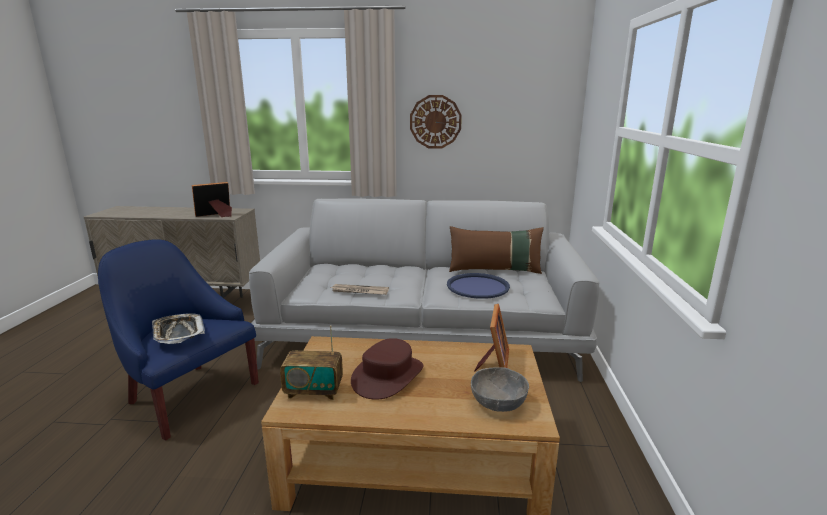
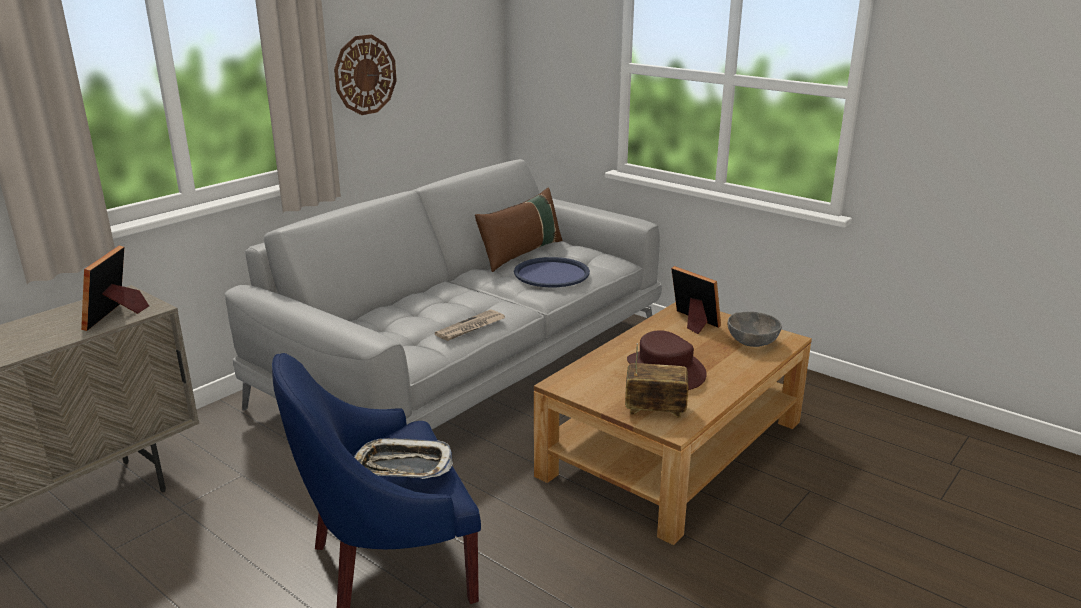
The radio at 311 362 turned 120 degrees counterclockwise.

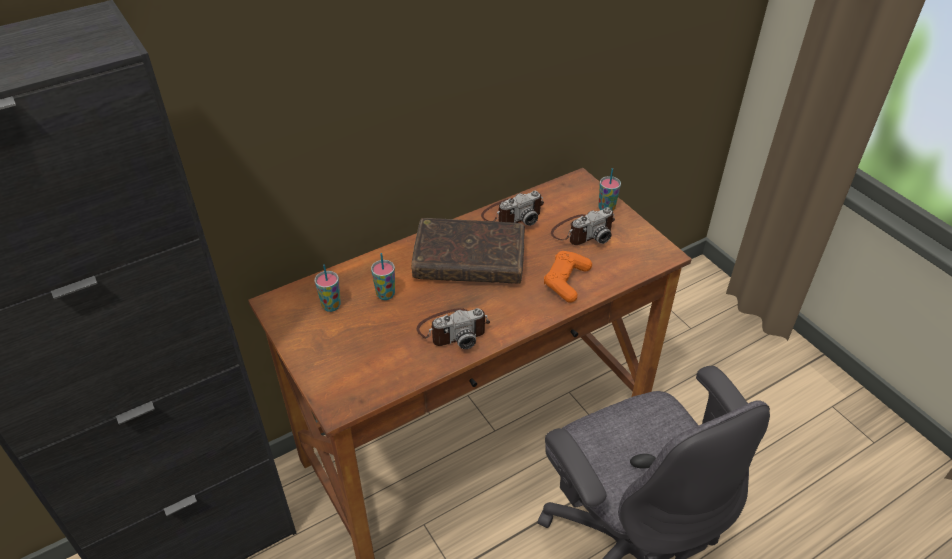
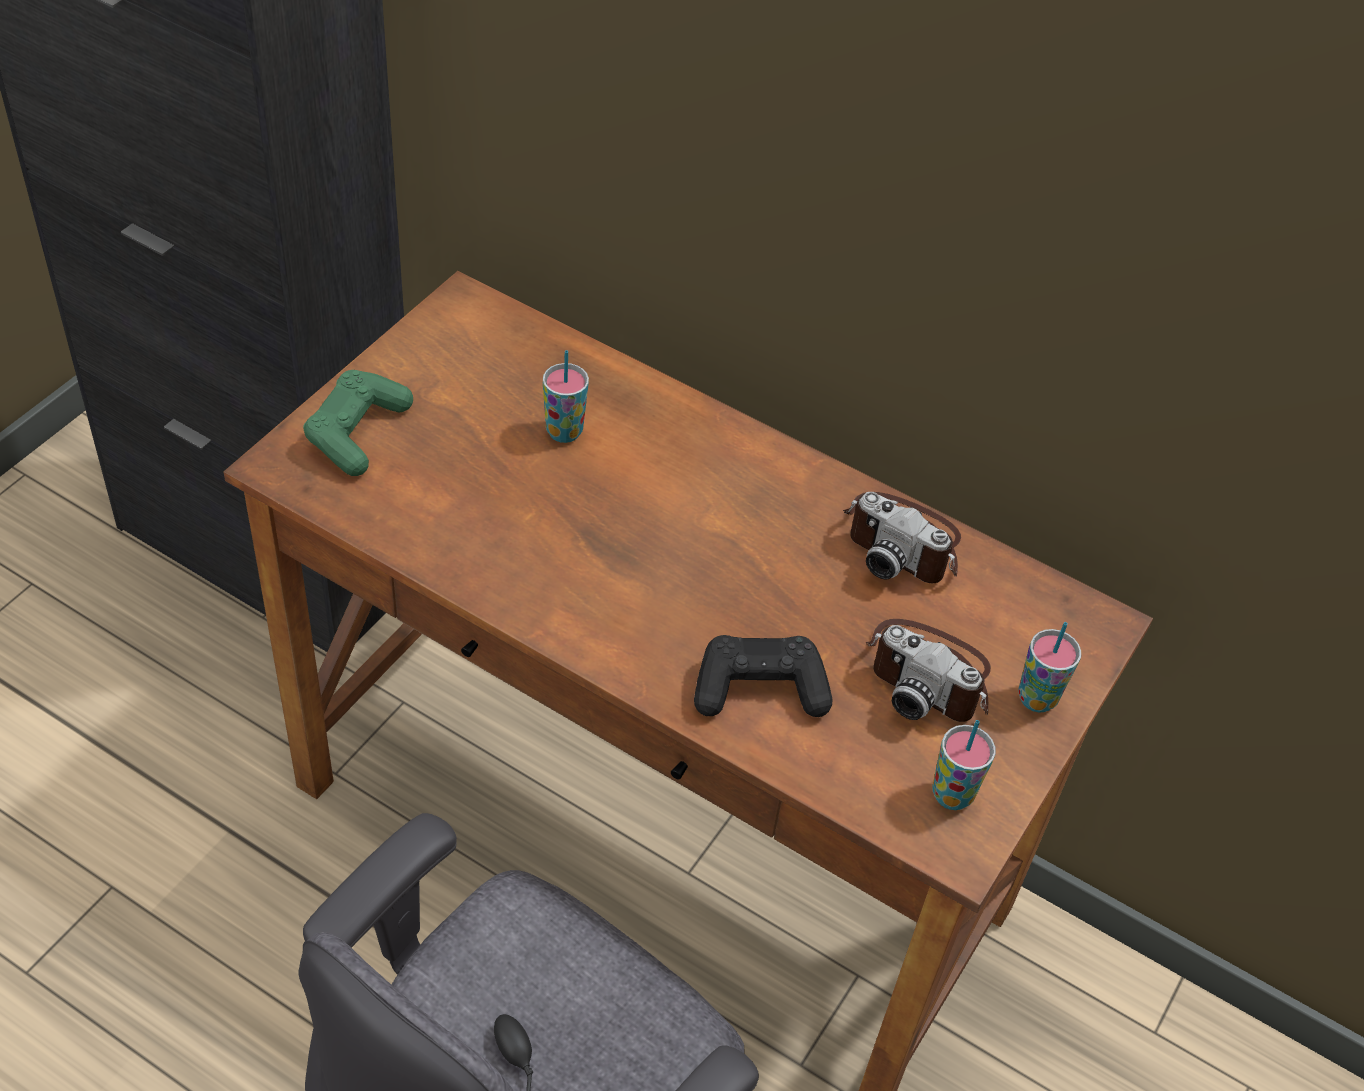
The volume (brownish) at 468 251 disappeared. The photo camera at 453 328 disappeared. The gamepad (greenish) at 358 423 appeared. The cup moved from 328 288 to 964 765. The gamepad (orangey) at 568 276 became the gamepad (black) at 763 676.

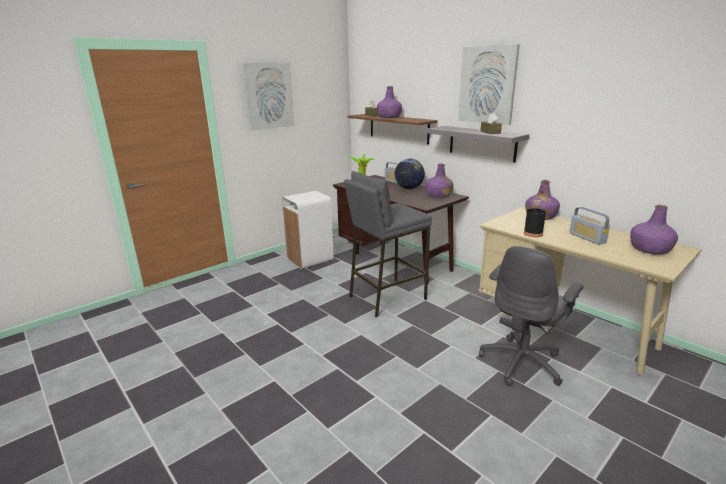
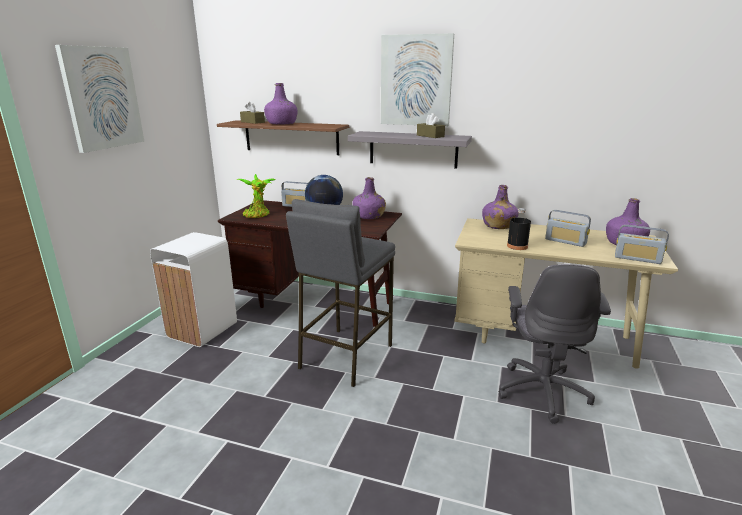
The radio at 642 244 appeared.

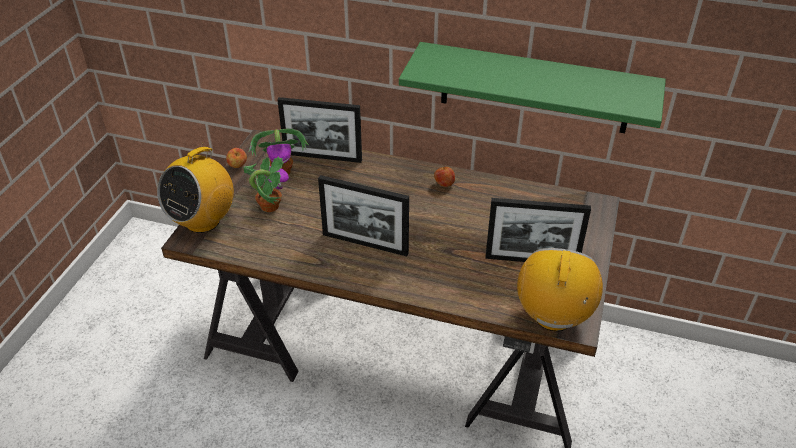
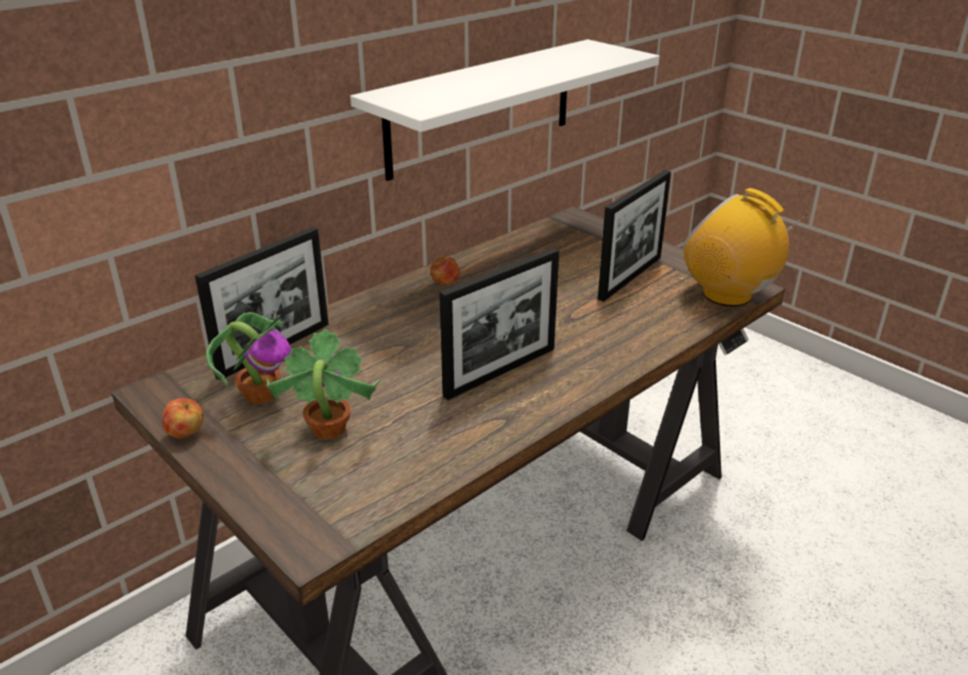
The radio at 195 187 disappeared. The bracket shelf (greenish) at 532 87 became the bracket shelf (white-coloured) at 504 110.

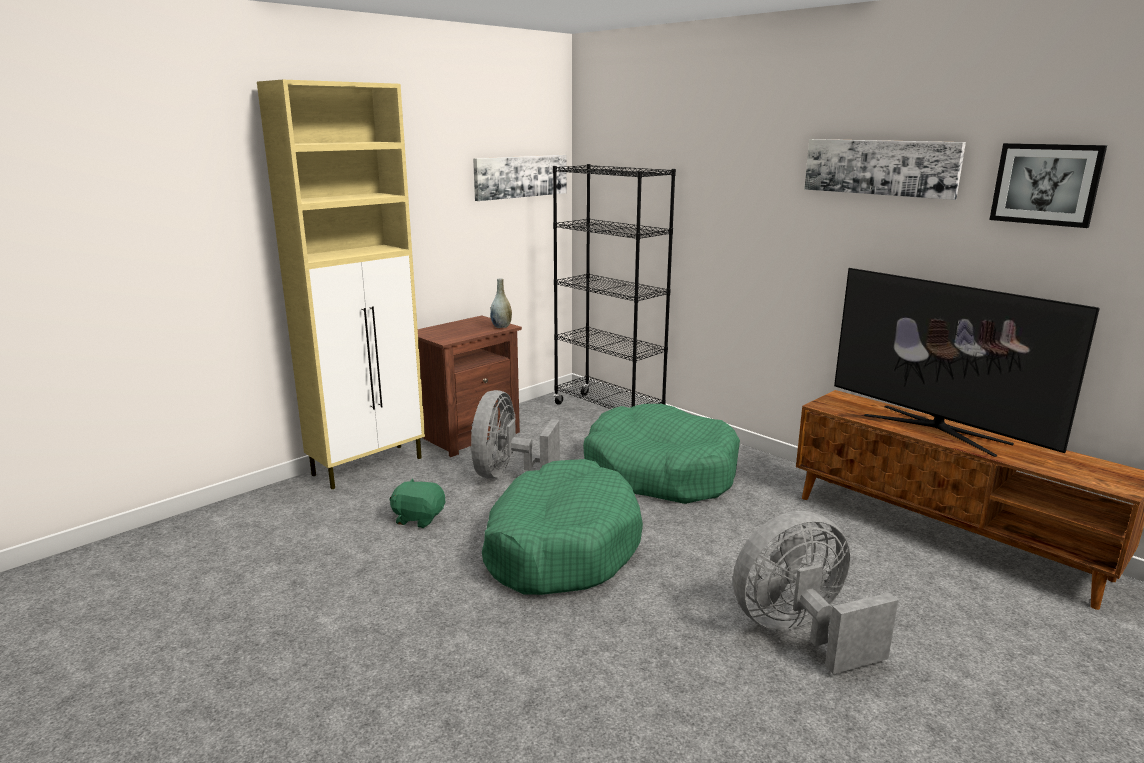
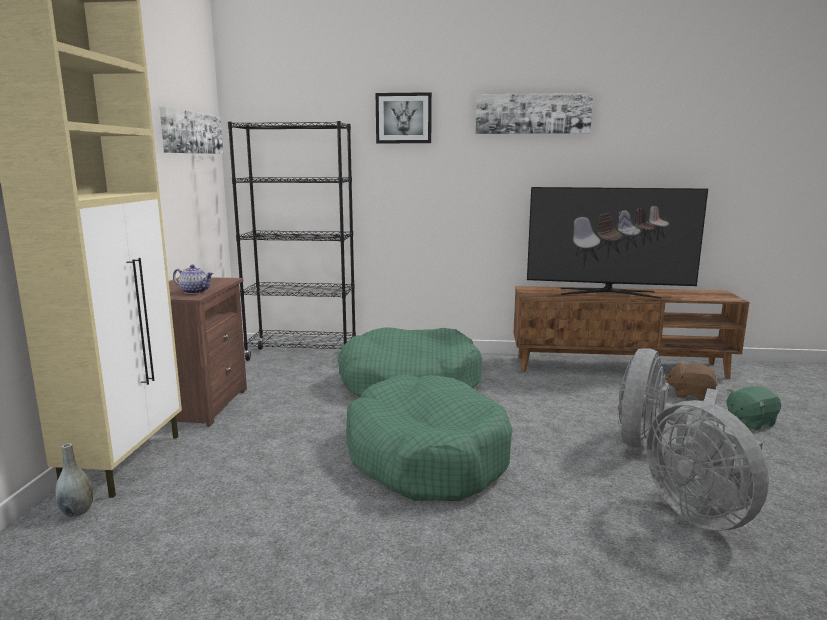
The pot for tea at 193 279 appeared. The cuddly toy (brownish) at 691 381 appeared. The cuddly toy (greenish) moved from 417 503 to 753 408. The cooling fan (greyish) moved from 515 434 to 707 465. The decorative vase (greyish) moved from 501 303 to 74 480. The wall picture moved from 1048 185 to 404 117.

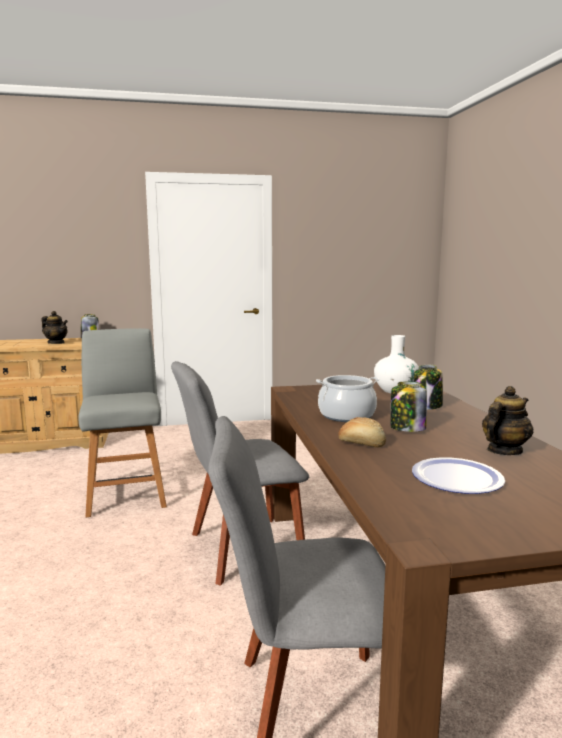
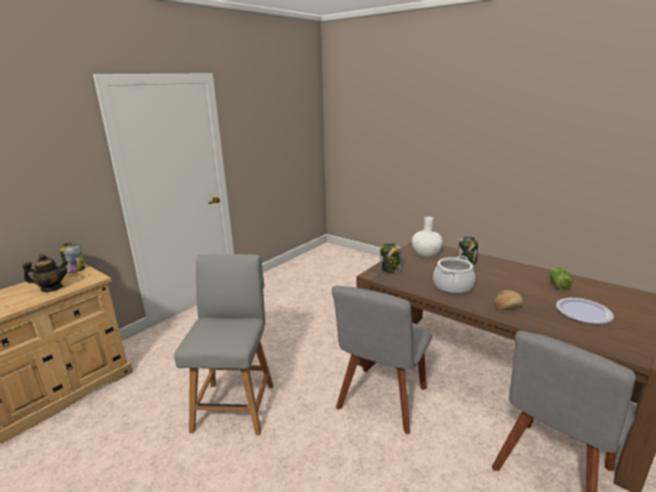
The storage jar moved from 409 407 to 391 258. The pot for tea at 507 420 was replaced by the head of lettuce at 561 278. The plain chair (greyish) at 122 422 turned 60 degrees clockwise.

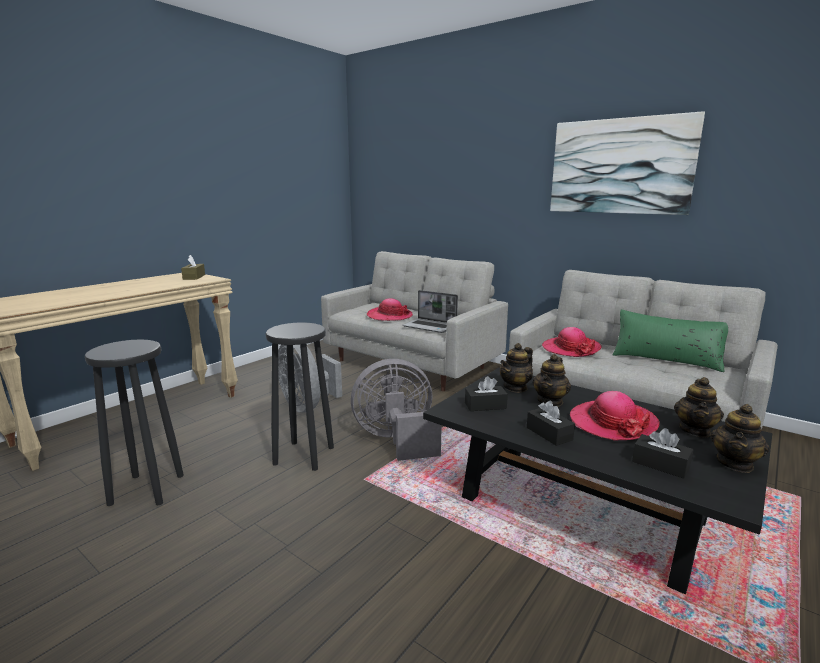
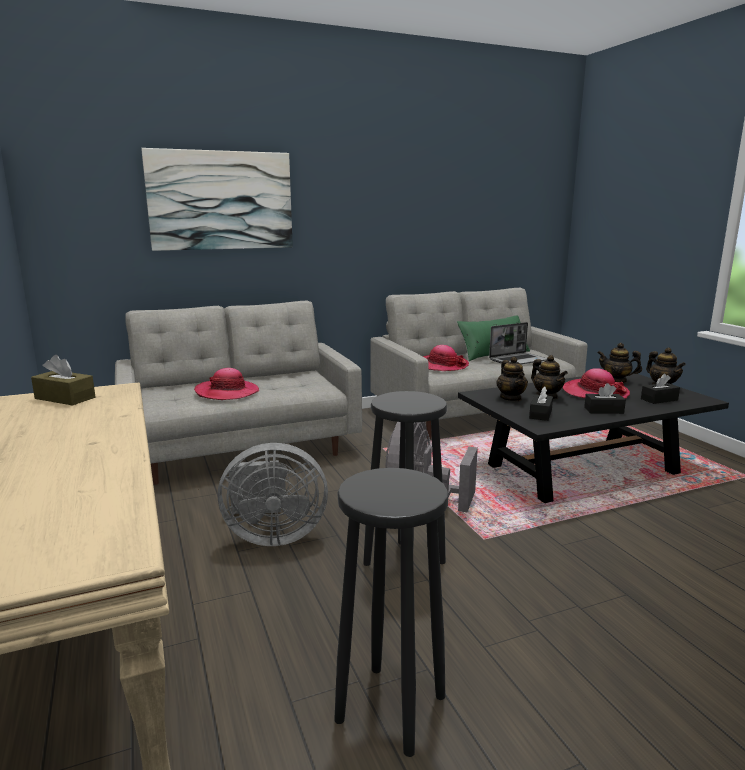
The notebook computer moved from 430 311 to 518 343. The wall picture moved from 627 163 to 217 199. The pot for tea at 699 407 turned 150 degrees clockwise.

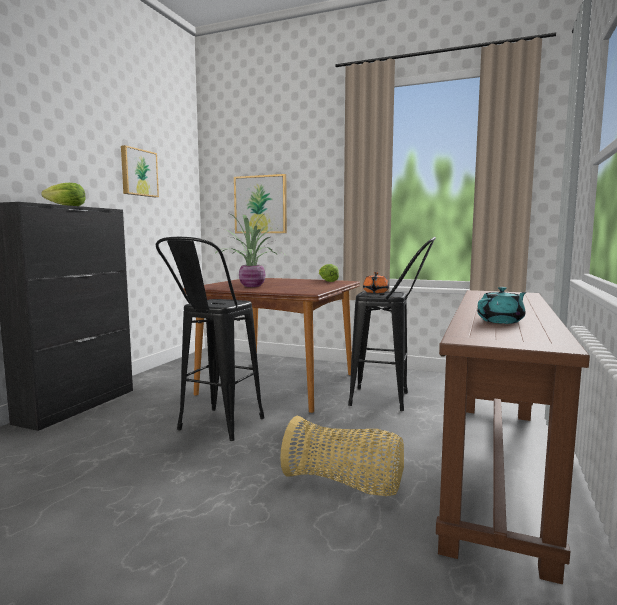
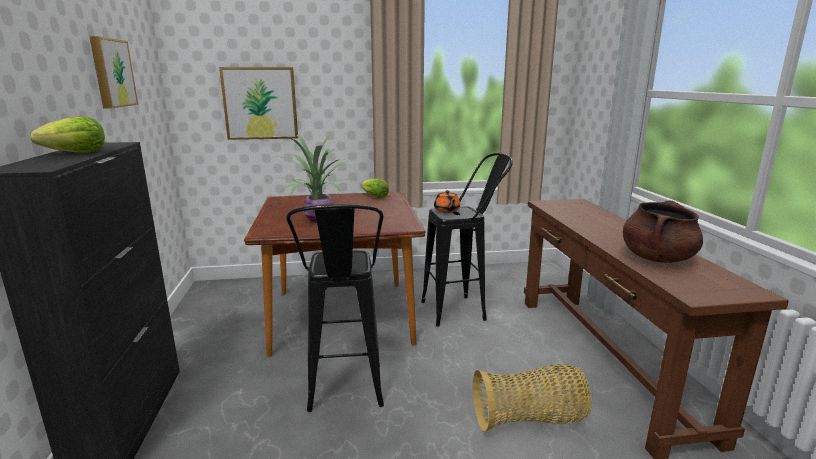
The pot for tea (turquoise-coloured) at 502 305 was replaced by the stockpot (brownish) at 663 232.

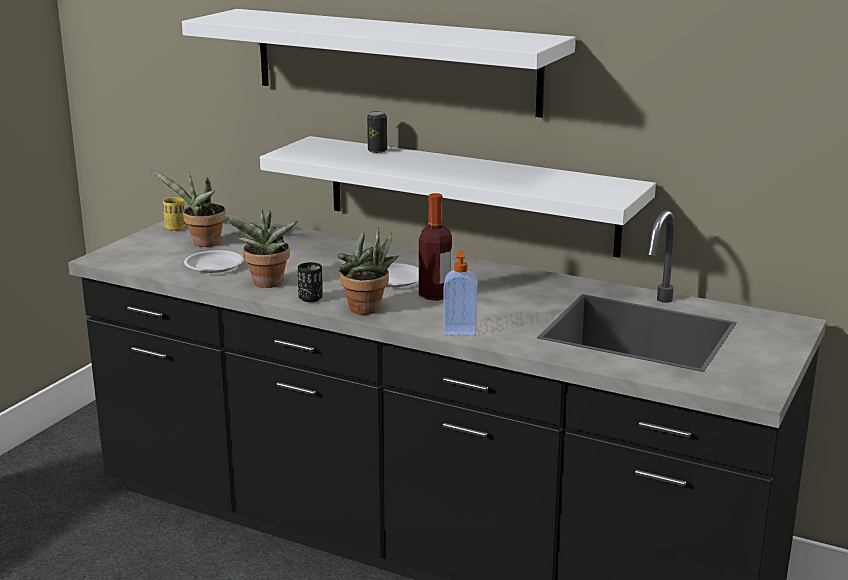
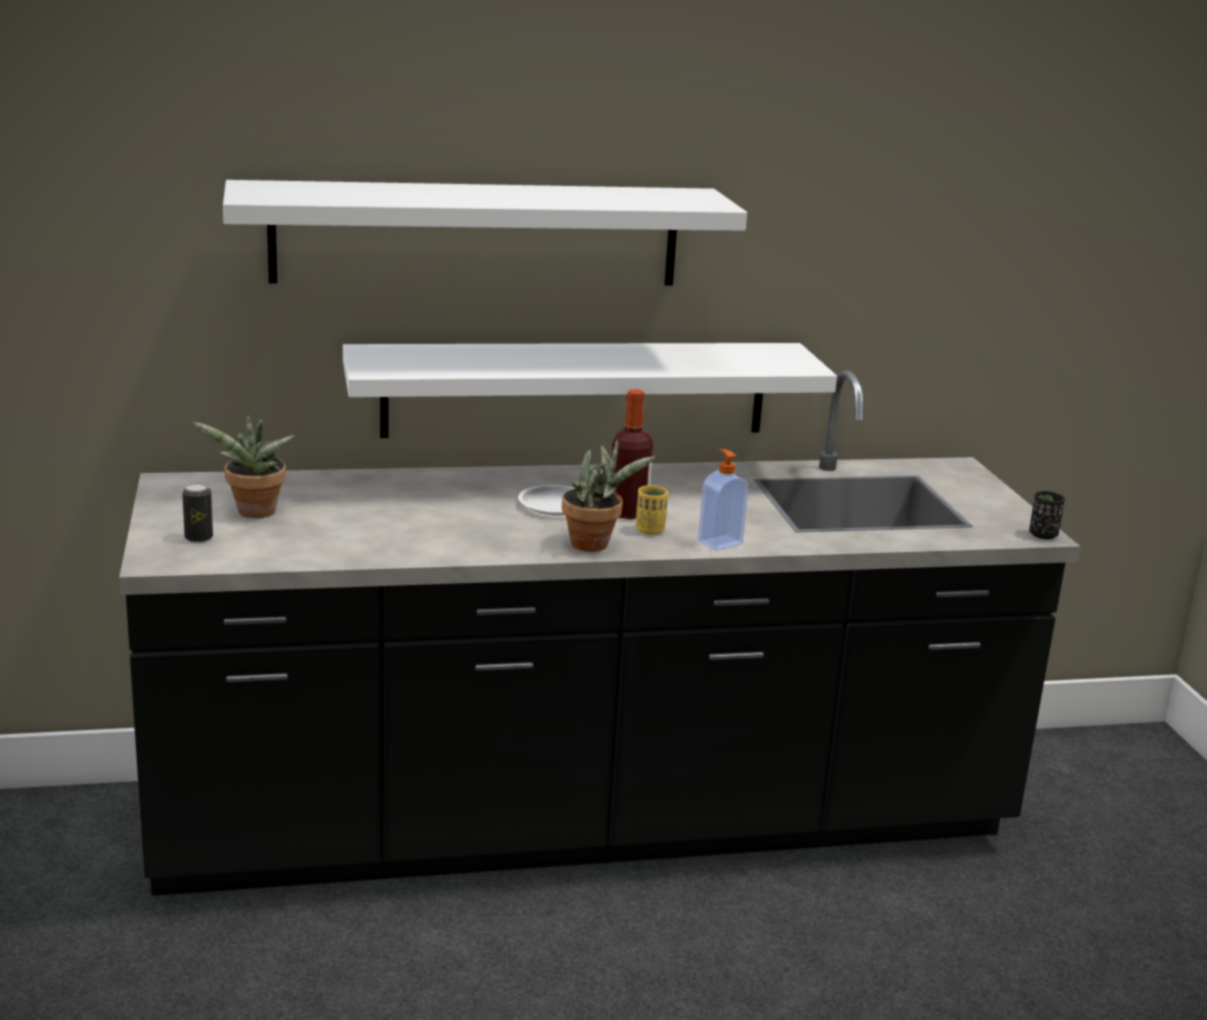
The dinner plate (white-coloured) at 214 261 disappeared. The potted plant at 259 247 disappeared. The cup (yellowish) moved from 174 214 to 652 510. The cup (black) moved from 310 282 to 1047 515. The can moved from 377 132 to 197 513.

